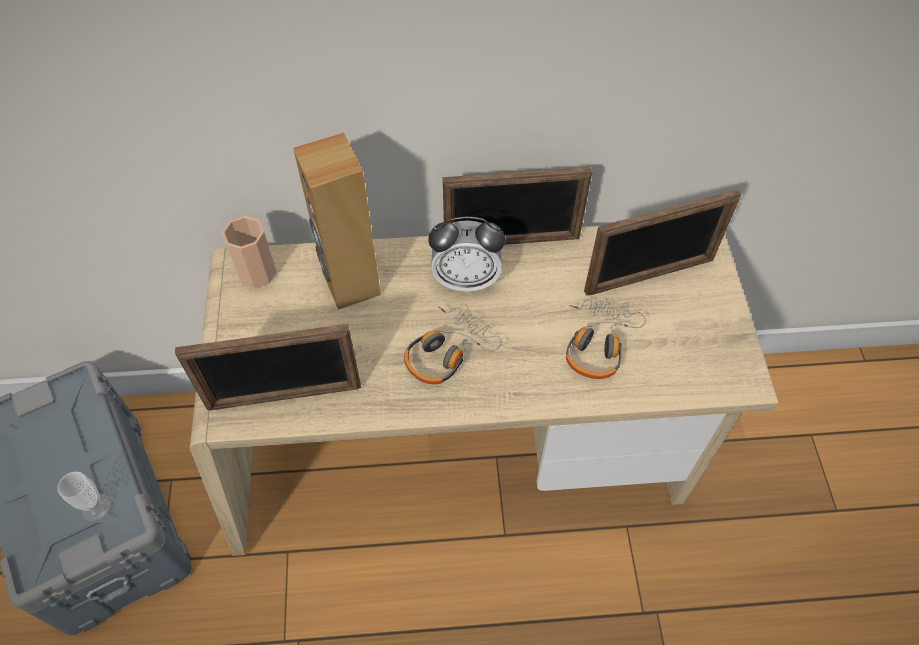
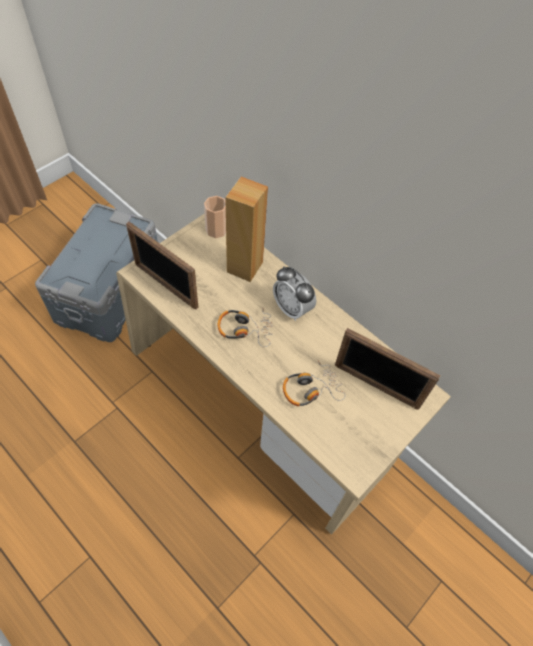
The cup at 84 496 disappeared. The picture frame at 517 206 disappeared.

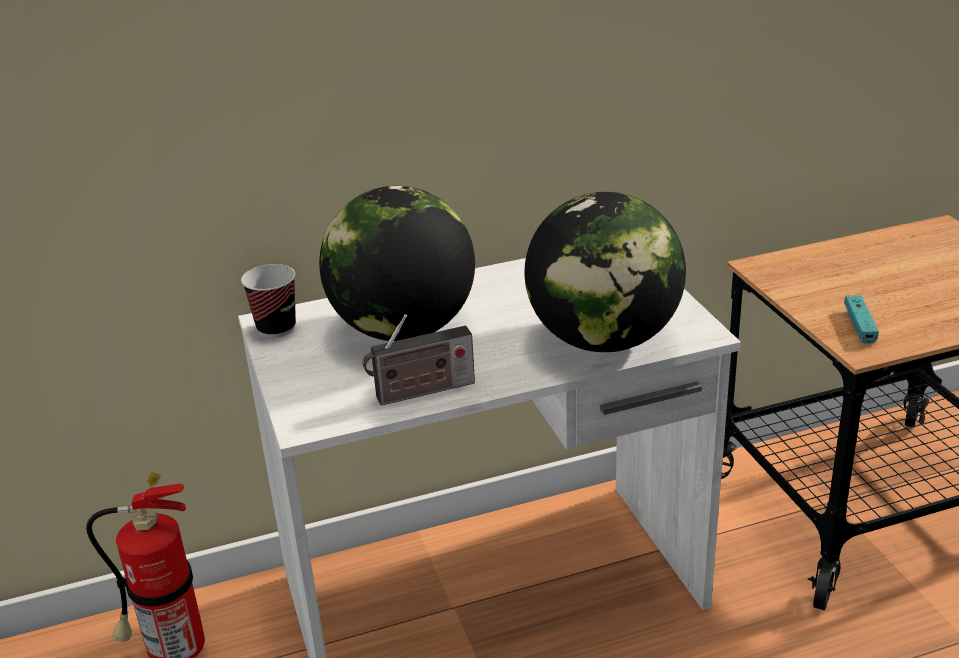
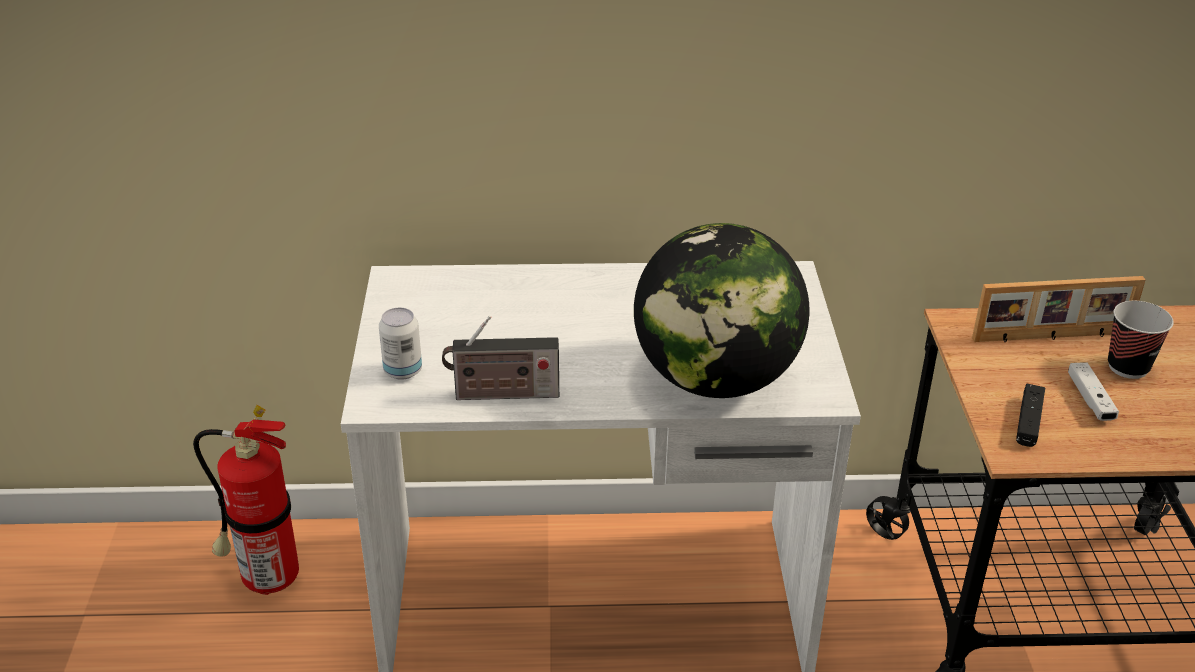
The world globe at 397 263 disappeared. The can at 400 344 appeared. The picture frame at 1059 309 appeared. The gamepad (white-coloured) at 1093 391 appeared. The cup moved from 268 301 to 1141 340. The gamepad (turquoise-coloured) at 861 320 became the gamepad (black) at 1030 415.

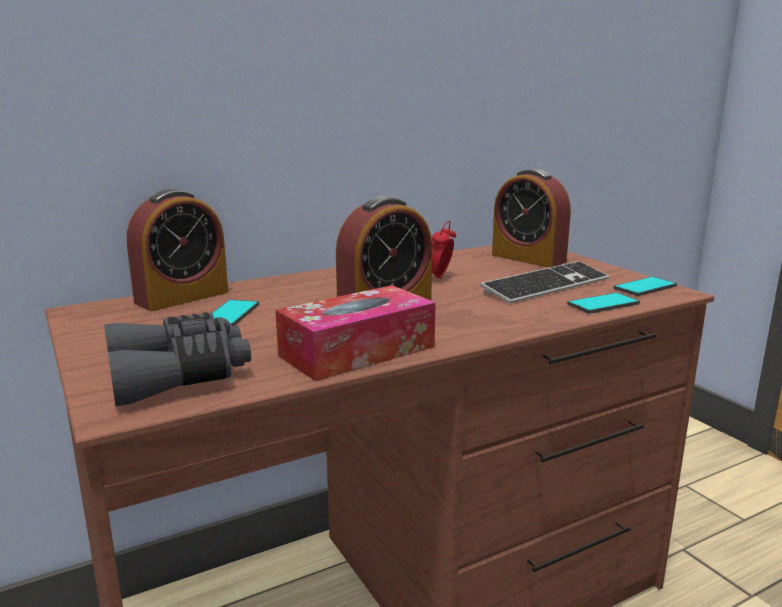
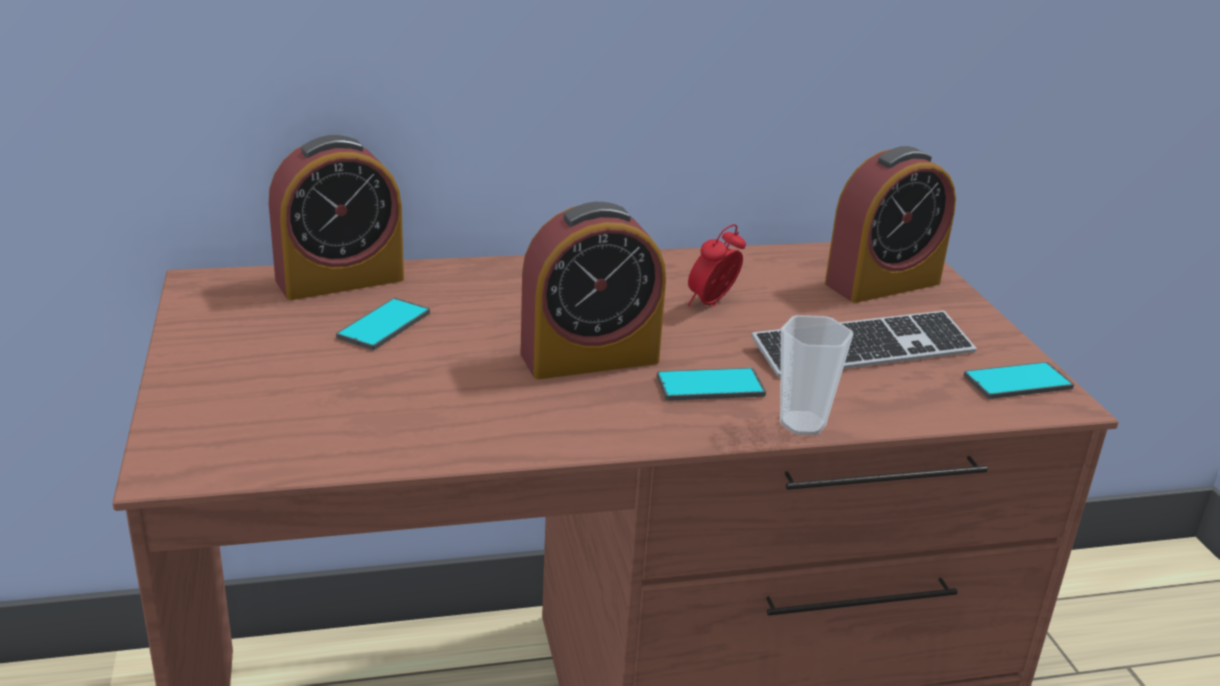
The binoculars (greyish) at 177 359 disappeared. The tissue holder at 355 333 disappeared. The cup at 816 375 appeared. The telephone moved from 603 303 to 711 384. The bedside clock at 531 218 turned 90 degrees counterclockwise.

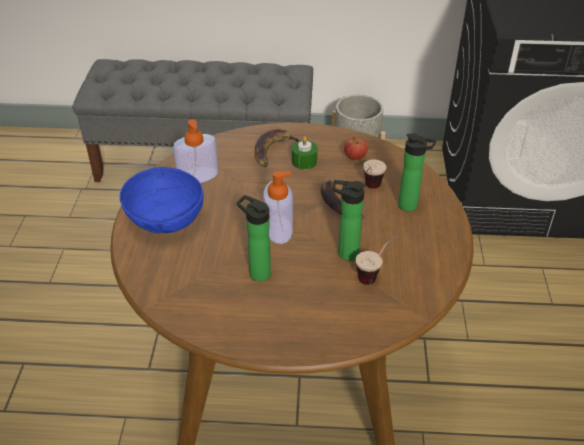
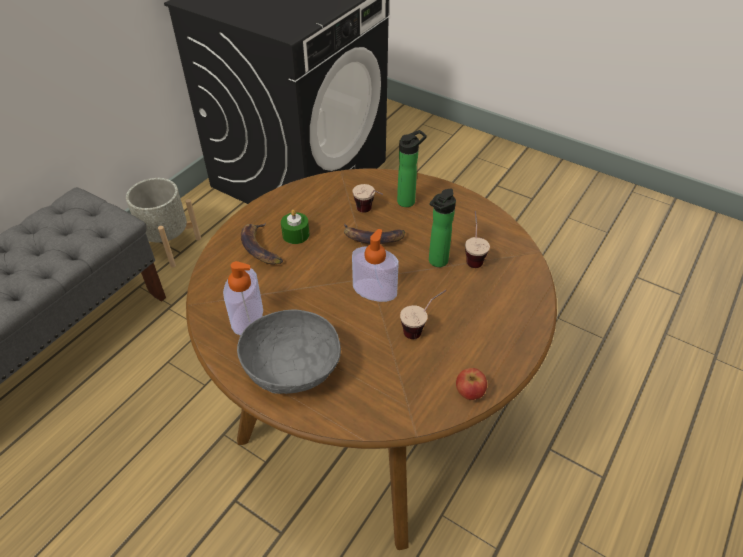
The apple fruit moved from 356 149 to 471 384. The beverage bottle at 254 238 was replaced by the cup at 423 314. The deep dish (blue-coloured) at 161 200 became the deep dish (greyish) at 289 351.

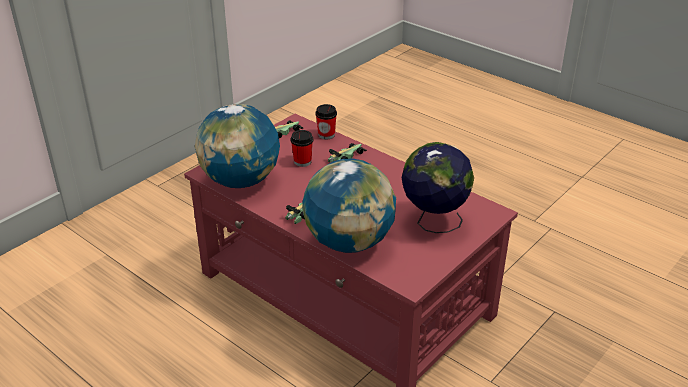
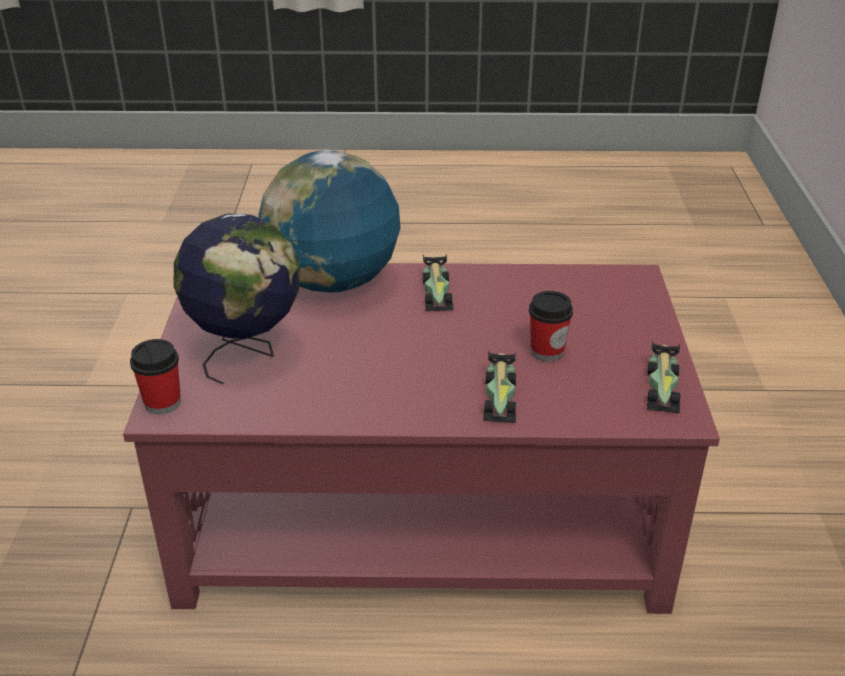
The world globe at 237 146 disappeared. The cup moved from 326 122 to 155 377.

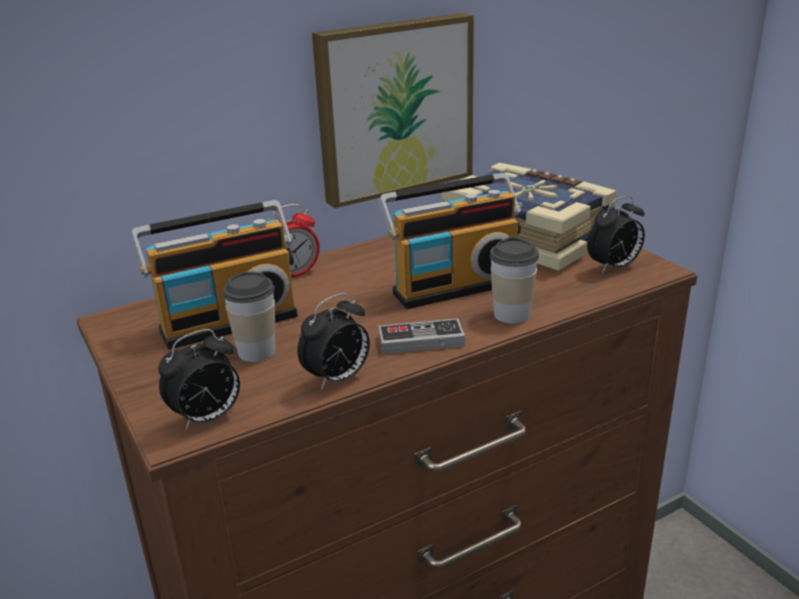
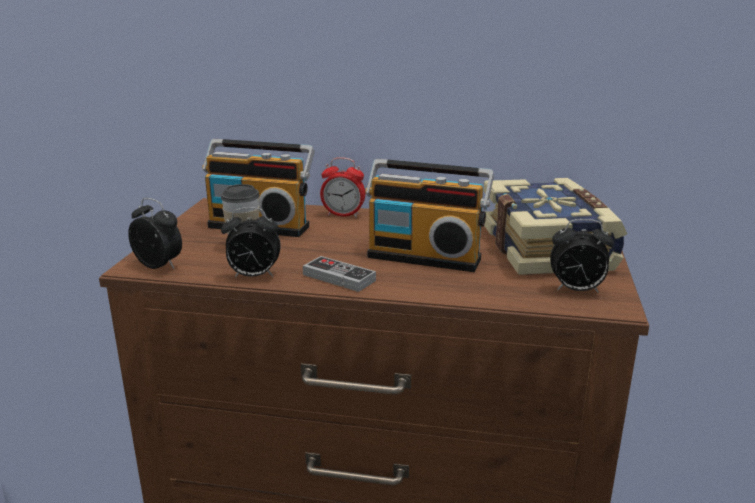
The wall picture at 393 110 disappeared. The cup at 514 280 disappeared. The bedside clock at 199 379 turned 150 degrees counterclockwise.

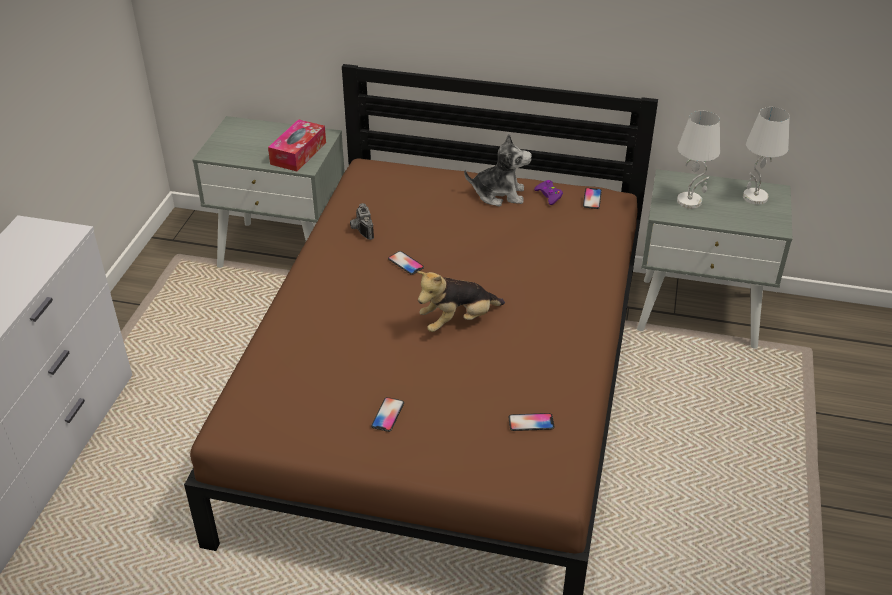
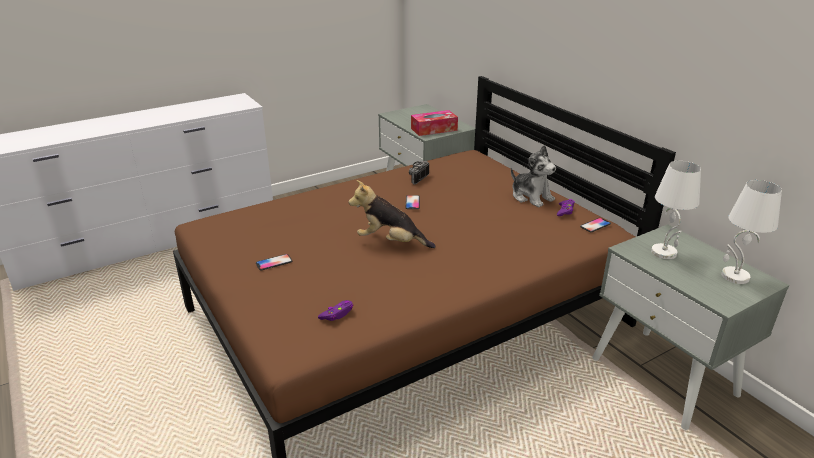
The telephone at 531 422 was replaced by the gamepad (purple-coloured) at 335 310.

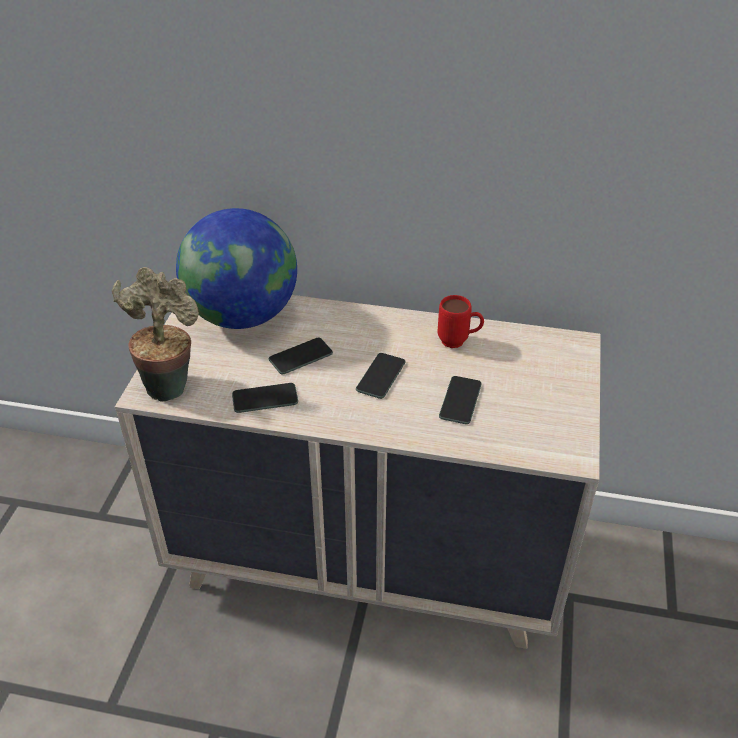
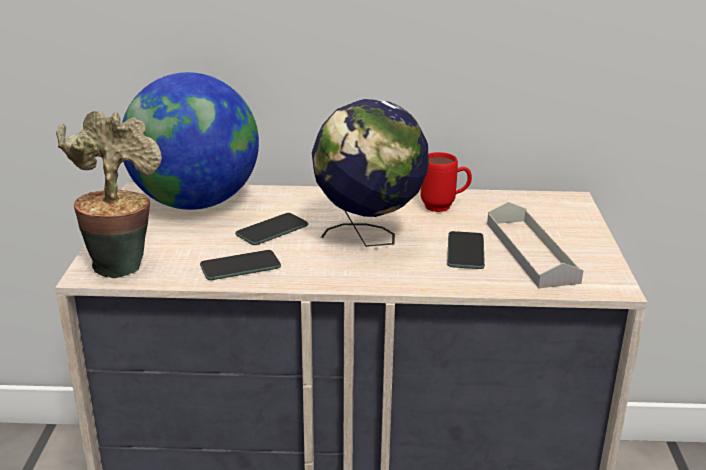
The tray (greyish) at 535 245 appeared. The telephone at 380 376 was replaced by the world globe at 370 173.

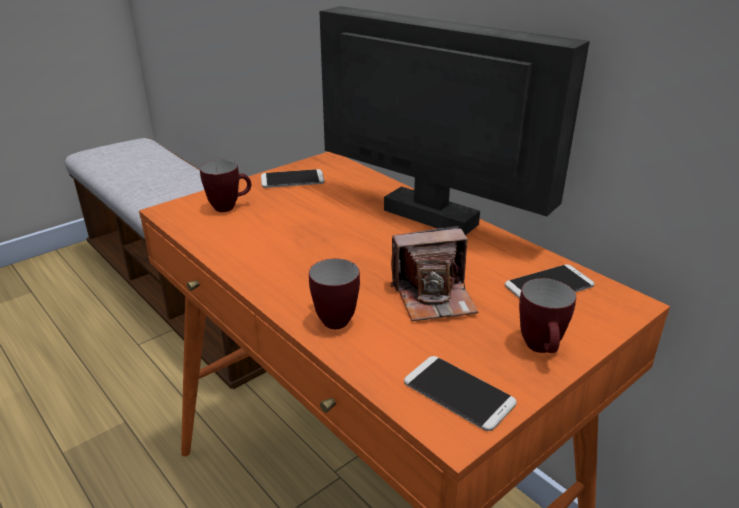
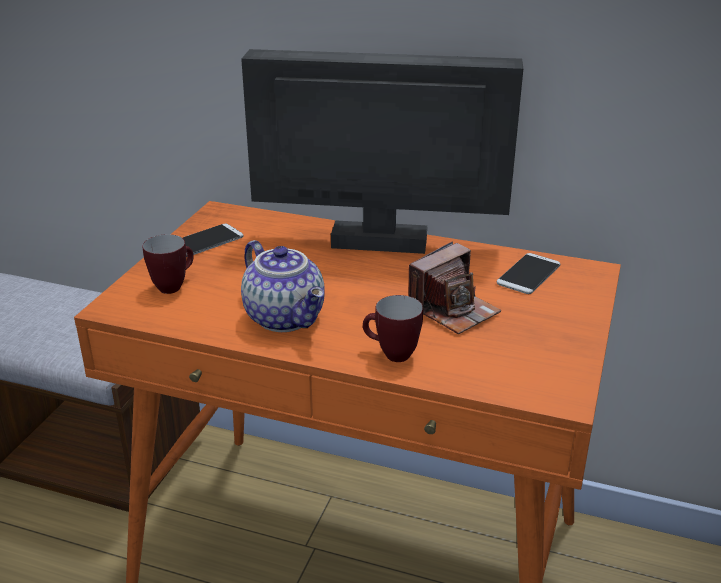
The telephone at 460 393 disappeared. The coffee mug at 547 315 disappeared. The pot for tea at 283 286 appeared.

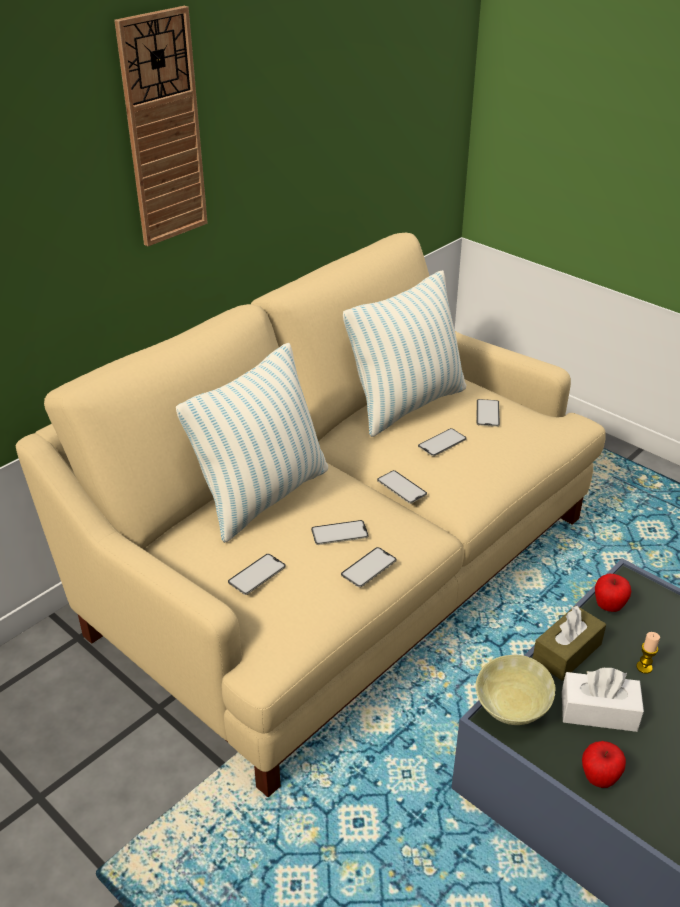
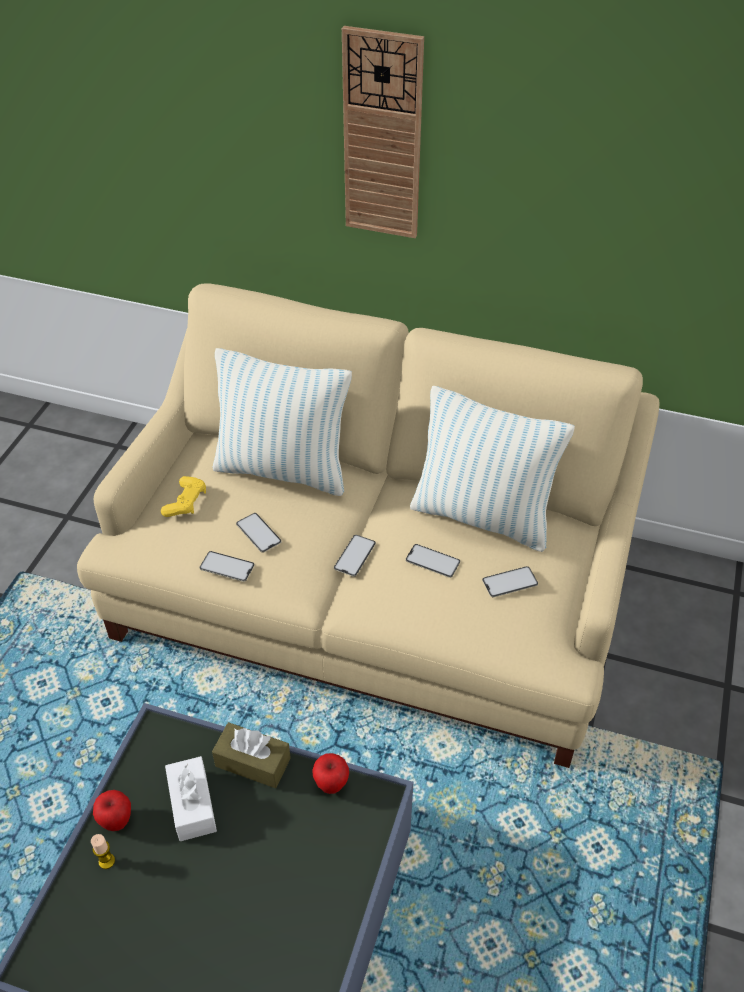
The deep dish (beige-coloured) at 516 689 disappeared. The wax candle moved from 648 653 to 103 851. The telephone at 257 574 was replaced by the gamepad (yellowish) at 183 496.

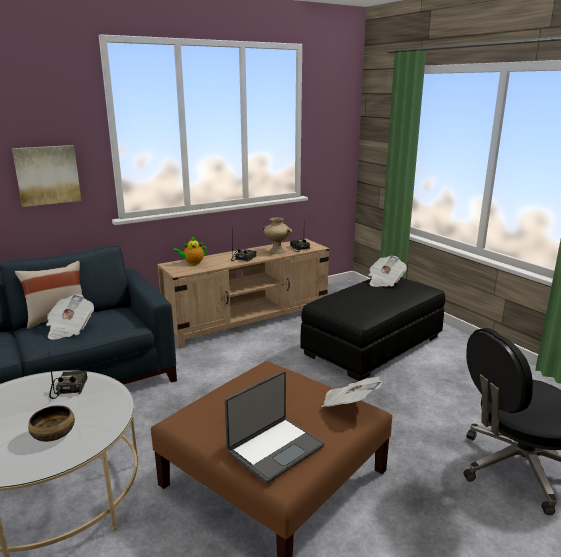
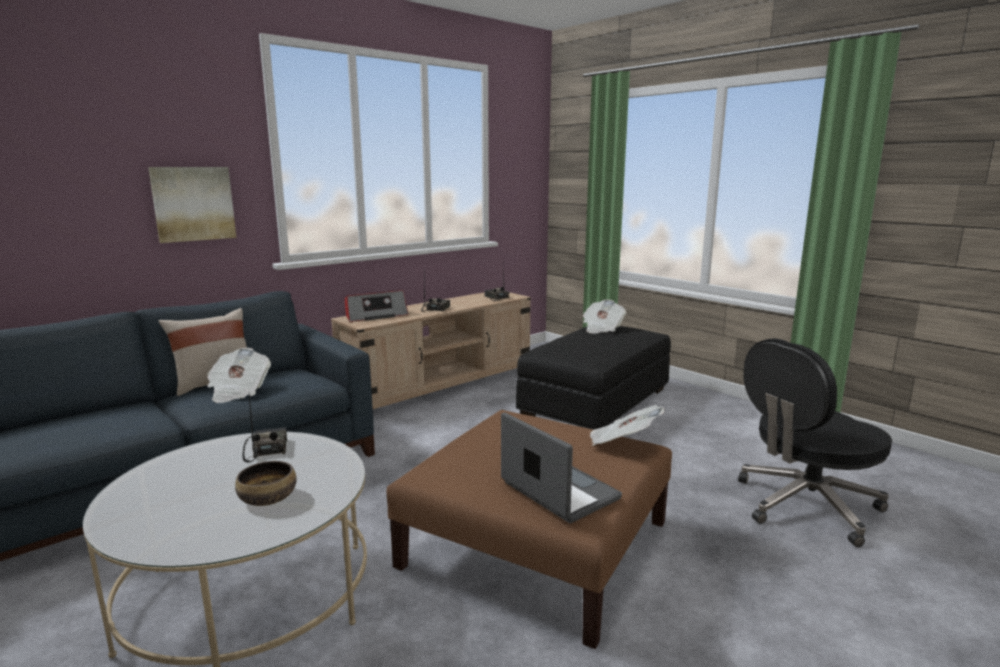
The decorative vase (beige-coloured) at 277 235 disappeared. The pot for tea at 190 251 was replaced by the radio at 376 306. The notebook computer at 275 427 turned 75 degrees counterclockwise.

